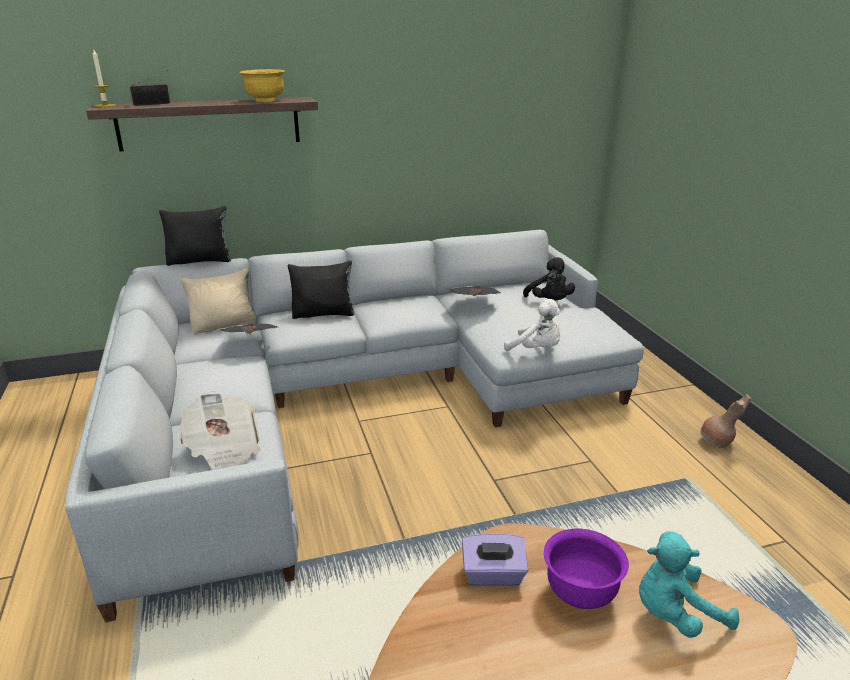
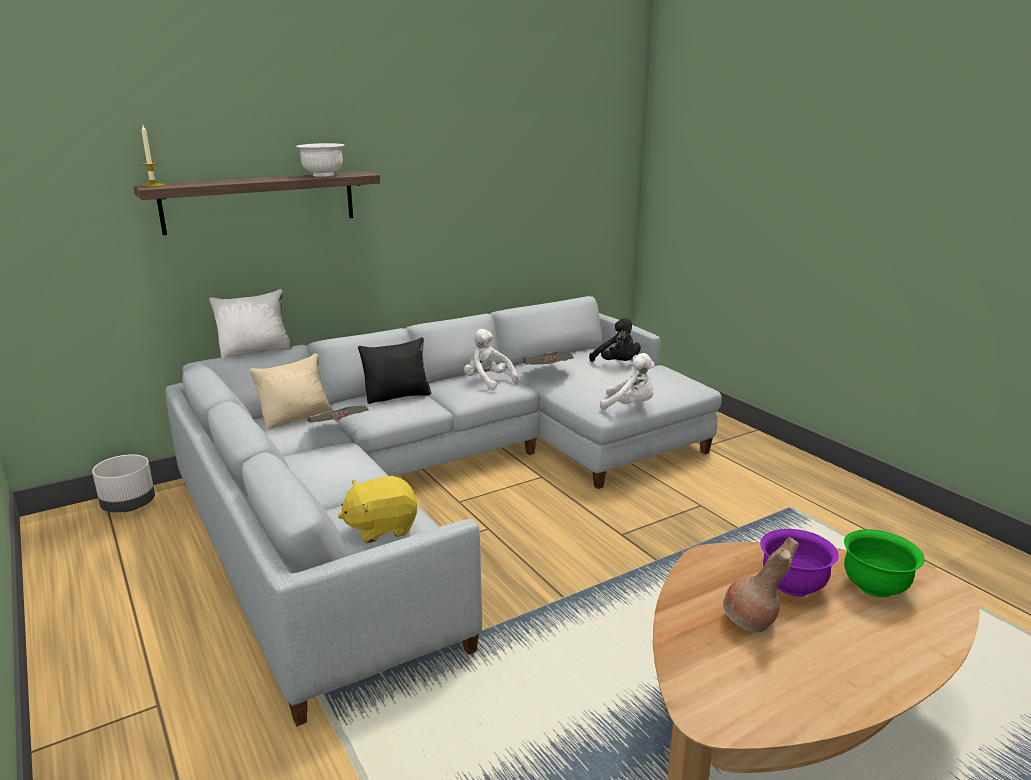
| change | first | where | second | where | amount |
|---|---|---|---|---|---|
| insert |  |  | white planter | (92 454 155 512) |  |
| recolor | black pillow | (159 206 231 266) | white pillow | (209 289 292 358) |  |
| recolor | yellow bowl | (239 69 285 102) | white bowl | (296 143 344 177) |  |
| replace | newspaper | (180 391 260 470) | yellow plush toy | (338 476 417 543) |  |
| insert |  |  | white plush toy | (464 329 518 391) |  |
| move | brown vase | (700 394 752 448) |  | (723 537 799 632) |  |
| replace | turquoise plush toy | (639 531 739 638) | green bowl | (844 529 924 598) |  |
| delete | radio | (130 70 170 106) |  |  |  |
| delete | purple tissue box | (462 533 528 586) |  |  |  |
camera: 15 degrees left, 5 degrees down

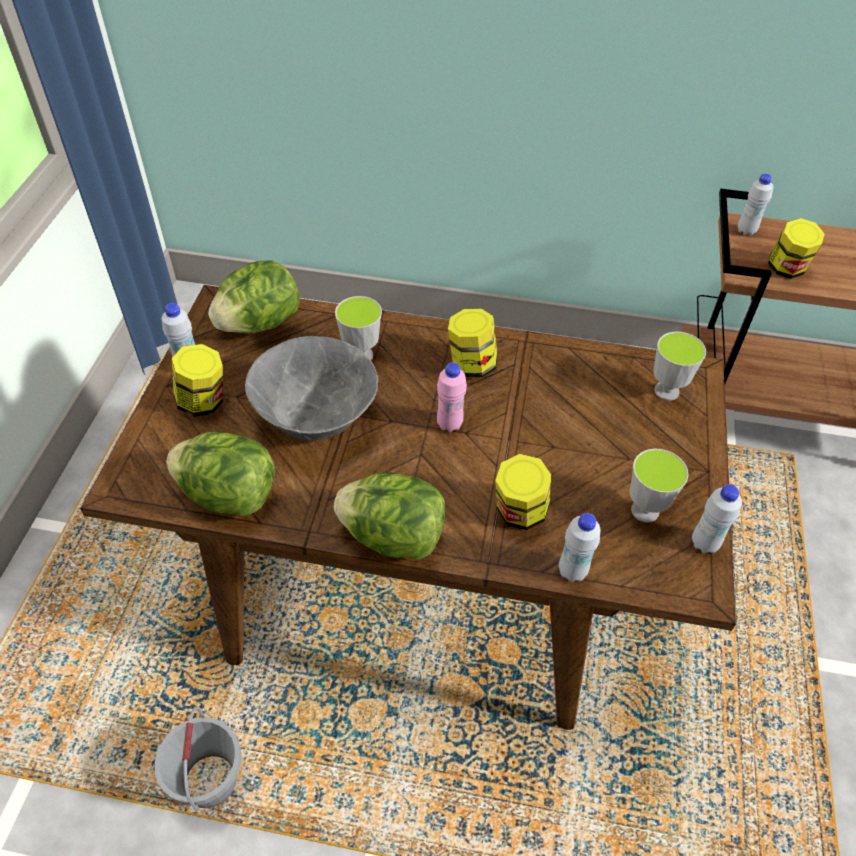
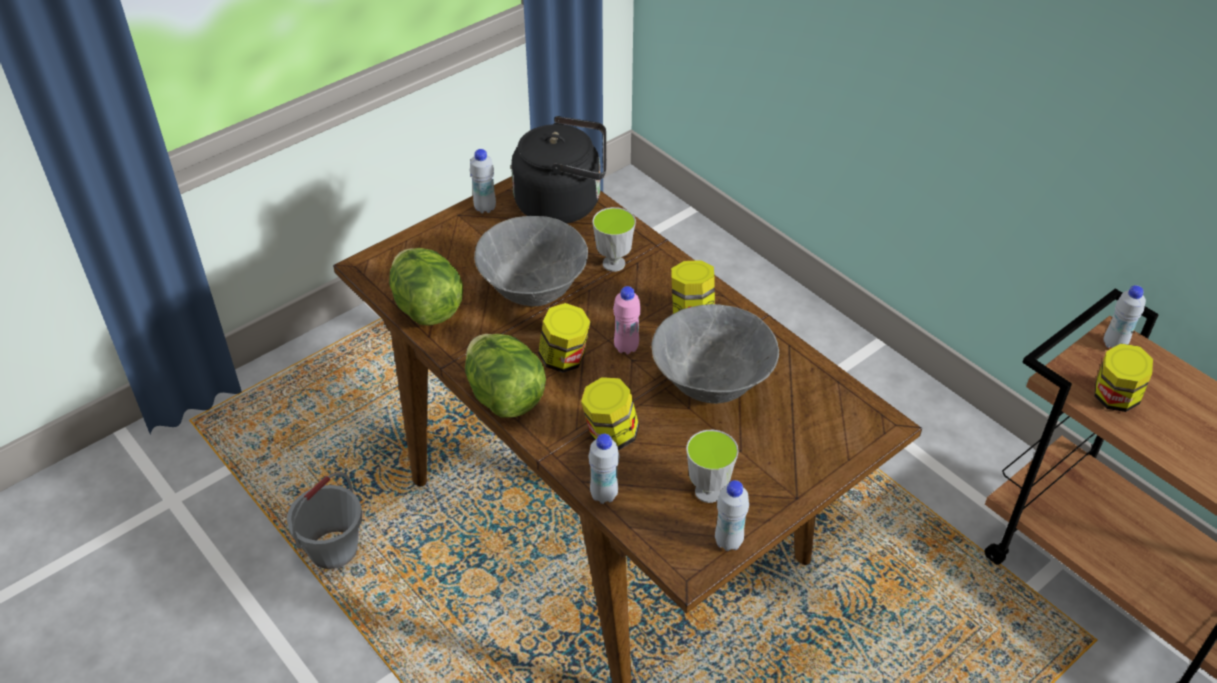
| change | first | where | second | where | amount |
|---|---|---|---|---|---|
| replace | lettuce | (208 260 300 333) | black kettle | (511 116 606 223) |  |
| move | jar | (172 344 223 417) |  | (538 303 590 373) |  |
| insert |  |  | grey bowl | (651 304 779 404) |  |
| delete | cup | (653 332 706 401) |  |  |  |
camera: 40 degrees right, 5 degrees down

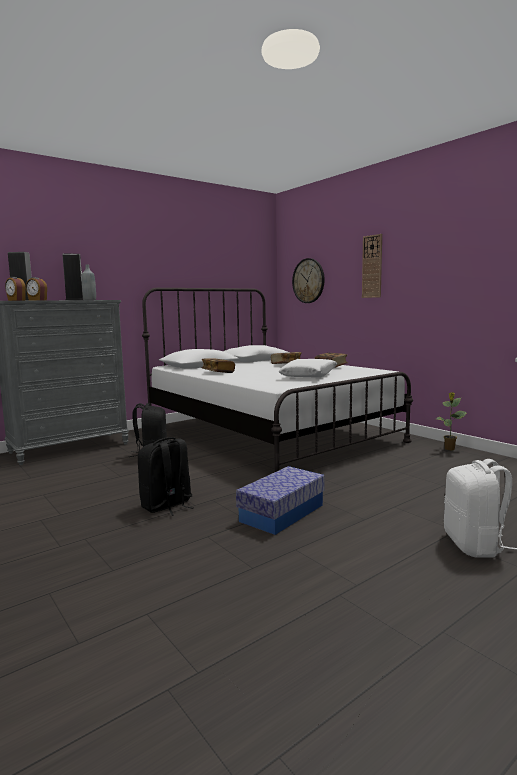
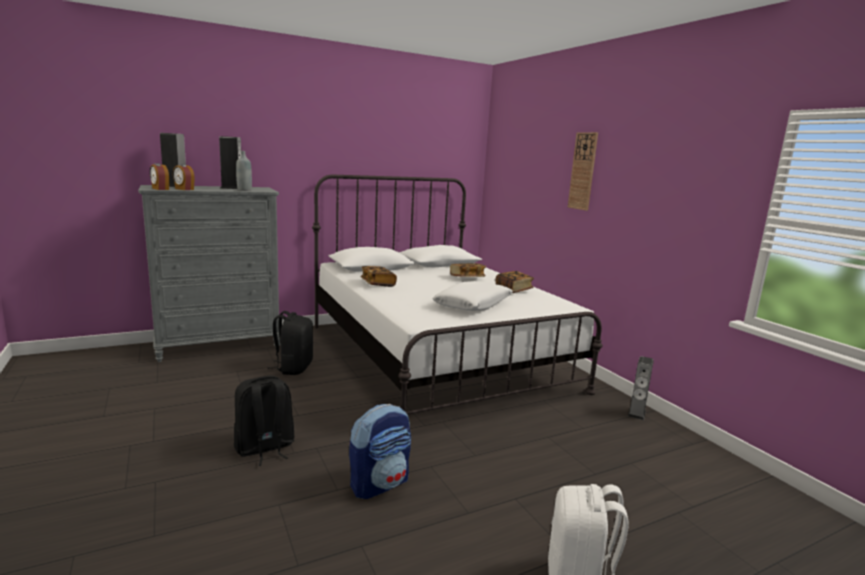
| change | first | where | second | where | amount |
|---|---|---|---|---|---|
| replace | storage box | (236 466 325 535) | backpack | (349 404 411 499) |  |
| replace | potted plant | (436 392 467 450) | speaker | (628 356 654 420) |  |
| delete | wall clock | (292 258 325 303) |  |  |  |
camera: 10 degrees right, 5 degrees up

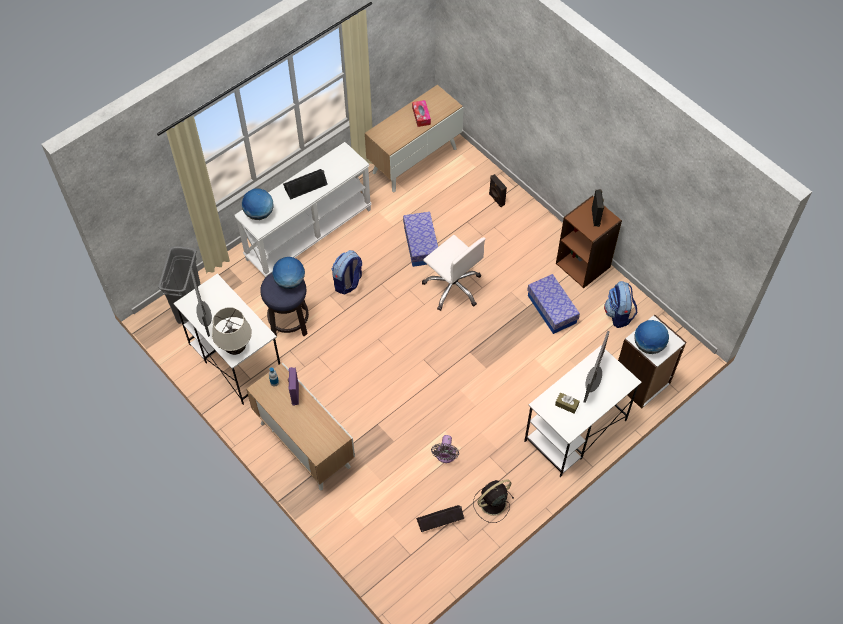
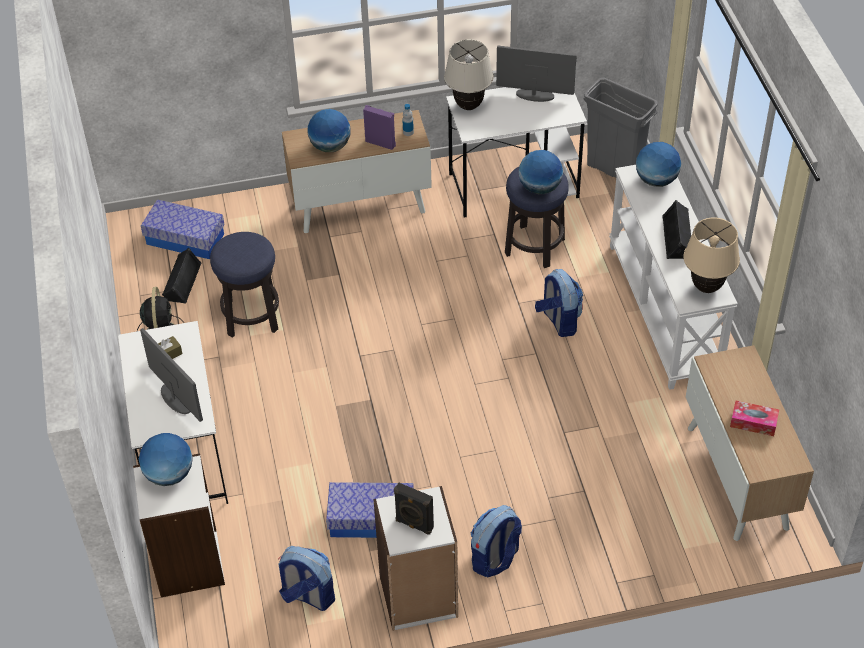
| change | first | where | second | where | amount |
|---|---|---|---|---|---|
| move | storage box | (403 212 438 267) |  | (141 200 225 259) |  |
| replace | grey fan | (431 435 459 463) | stool | (210 232 279 338) |  |
| insert |  |  | globe | (308 109 351 152) |  |
| recolor | brown bookcase | (556 196 622 288) | white bookcase | (373 486 458 631) |  |
| insert |  |  | backpack | (471 505 522 577) |  |
| insert |  |  | beige table lamp | (683 218 740 293) |  |
| delete | white office chair | (422 235 485 311) |  |  |  |
| delete | black speaker | (489 174 507 207) |  |  |  |
camera: 120 degrees right, 10 degrees down

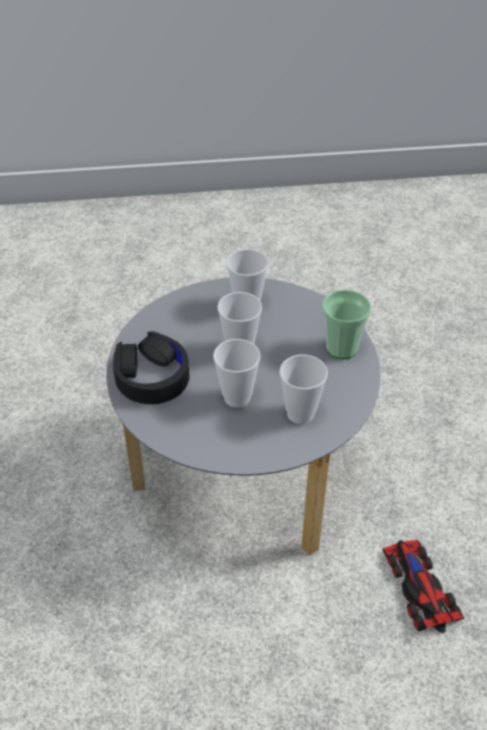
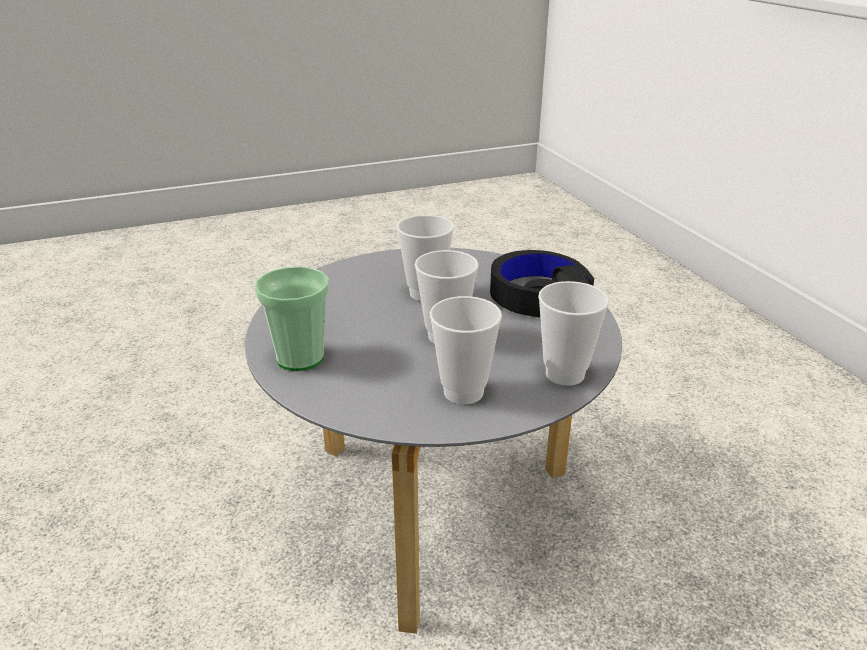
| change | first | where | second | where | amount |
|---|---|---|---|---|---|
| move | cup | (280 354 328 424) |  | (538 281 609 386) |  |
| delete | toy car | (383 540 464 633) |  |  |  |
camera: 165 degrees right, 15 degrees down

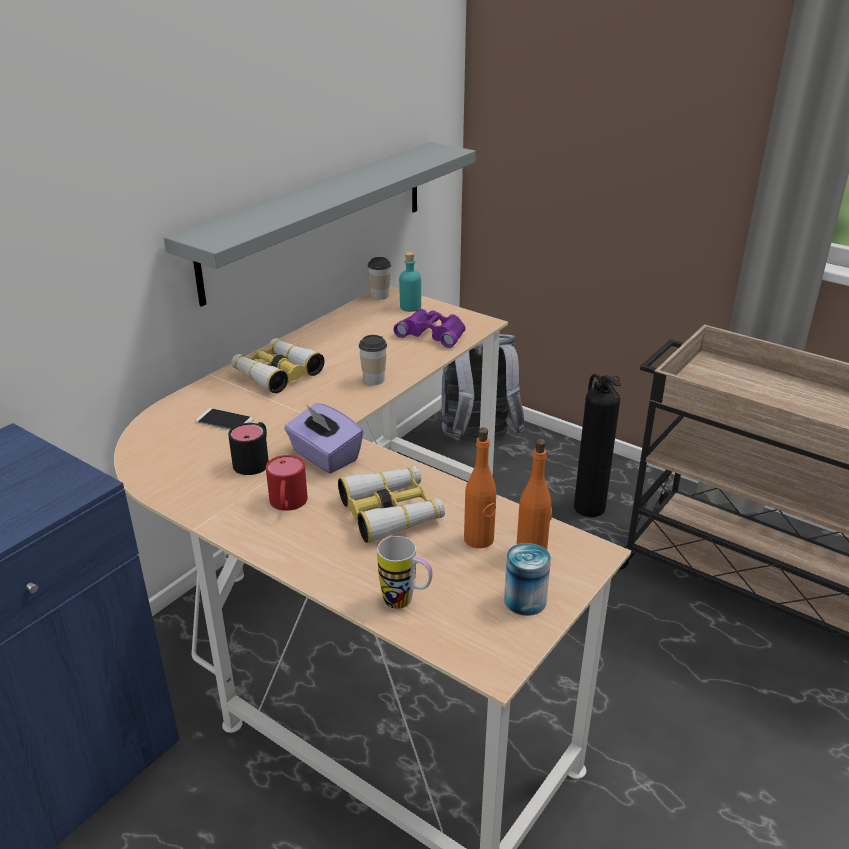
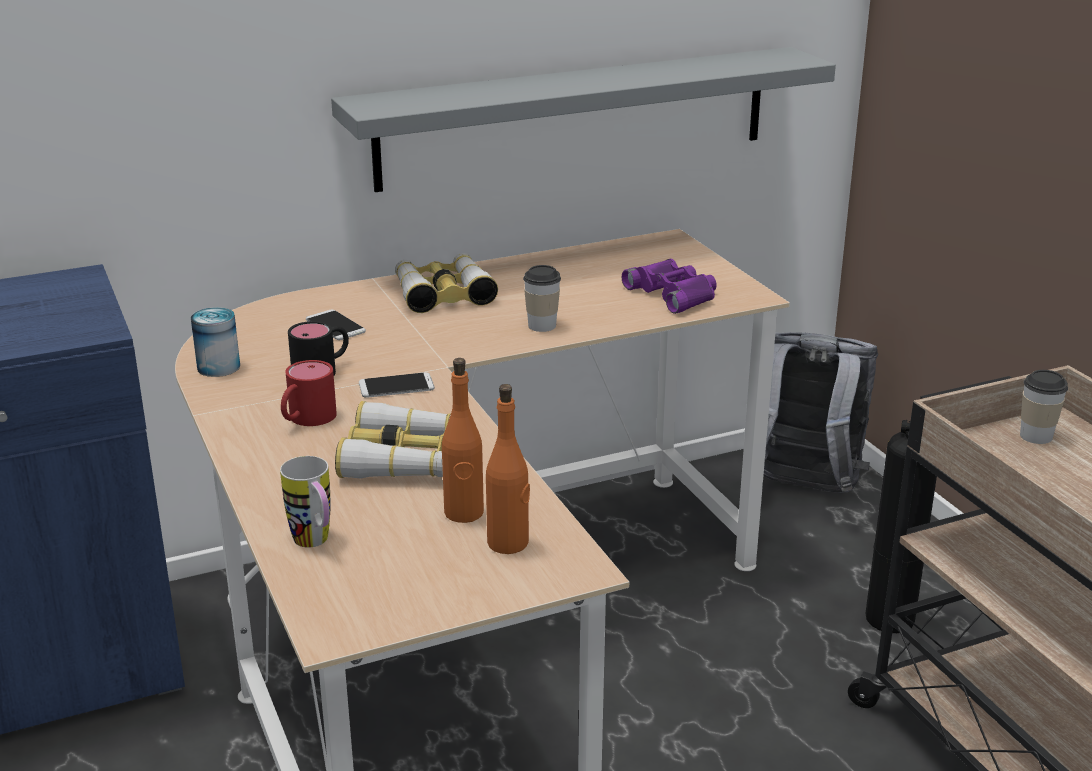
| change | first | where | second | where | amount |
|---|---|---|---|---|---|
| move | can | (504 543 551 616) |  | (191 307 240 377) |  |
| replace | purple tissue box | (284 403 364 474) | phone | (359 372 435 398) |  |
| move | cup | (367 257 391 300) |  | (1020 370 1068 444) |  |
| delete | turquoise bottle | (399 252 421 312) |  |  |  |
camera: 30 degrees right, 5 degrees down

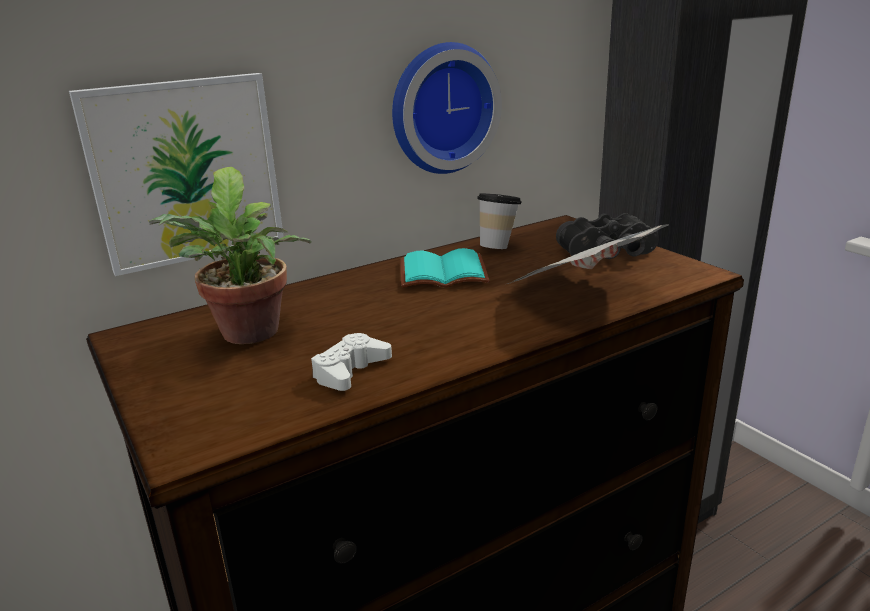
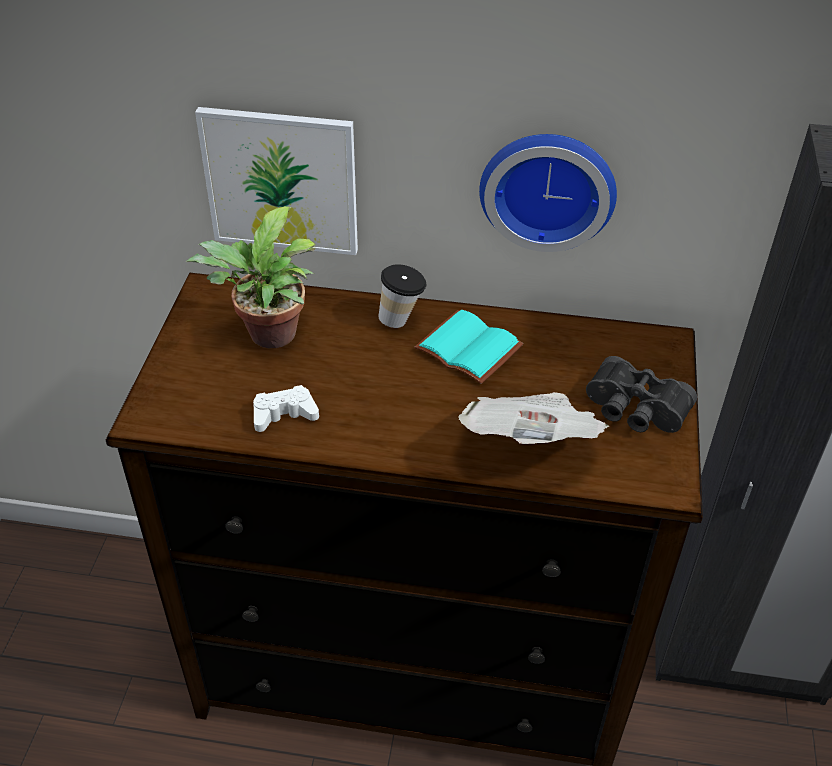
| change | first | where | second | where | amount |
|---|---|---|---|---|---|
| move | cup | (477 193 522 249) |  | (378 264 426 328) |  |
camera: 40 degrees right, 20 degrees up

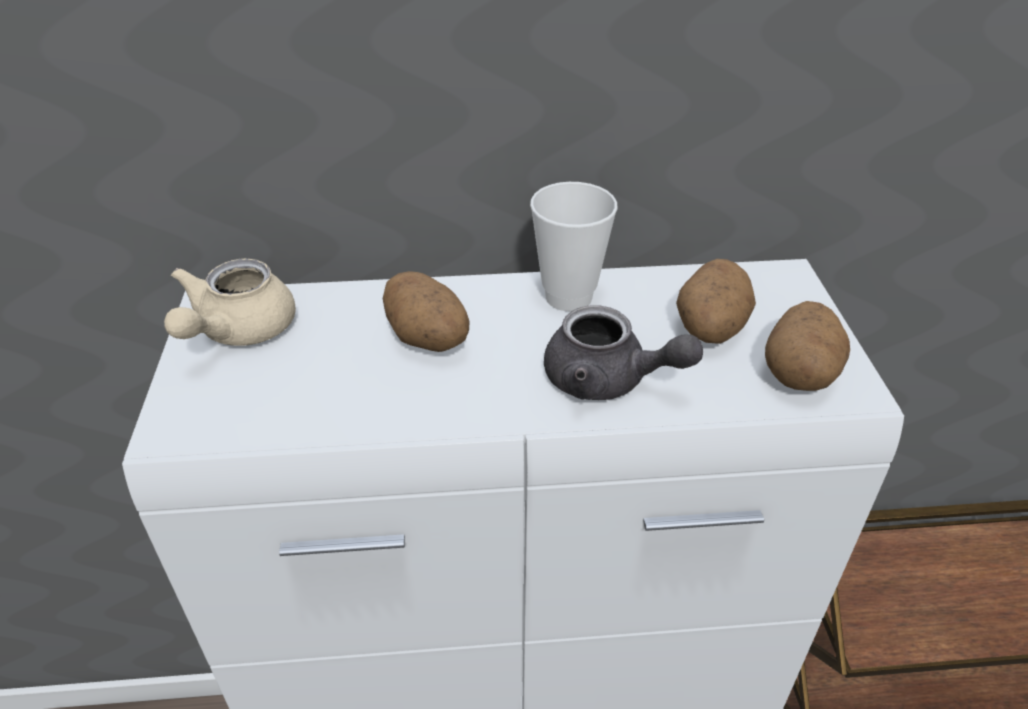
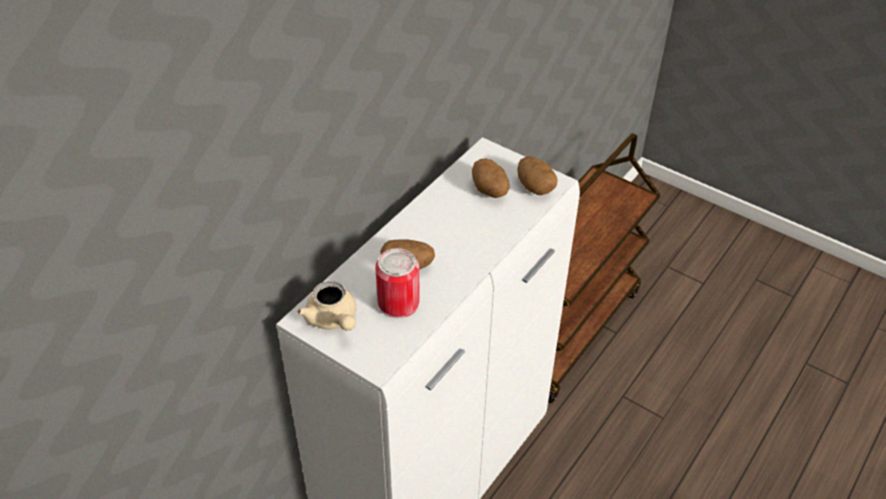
| change | first | where | second | where | amount |
|---|---|---|---|---|---|
| insert |  |  | can | (375 248 420 318) |  |
| delete | cup | (530 182 618 312) |  |  |  |
| delete | grey teapot | (544 305 703 400) |  |  |  |
camera: 50 degrees left, 5 degrees up

